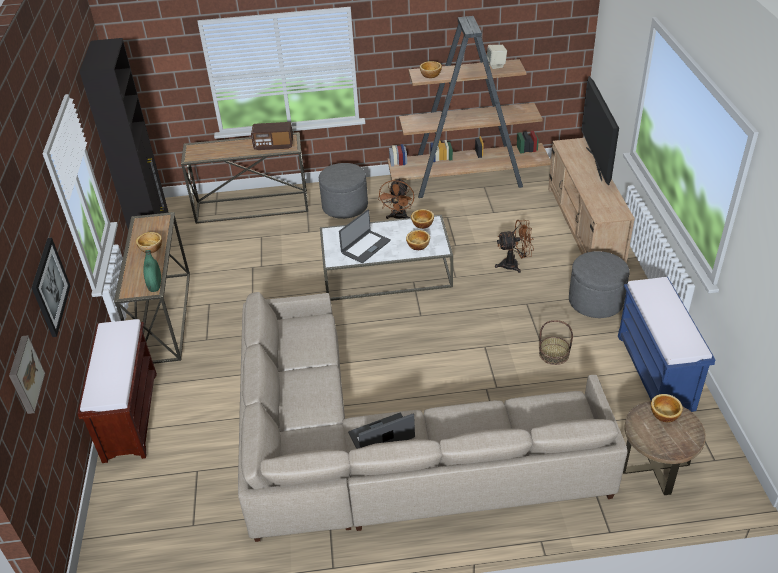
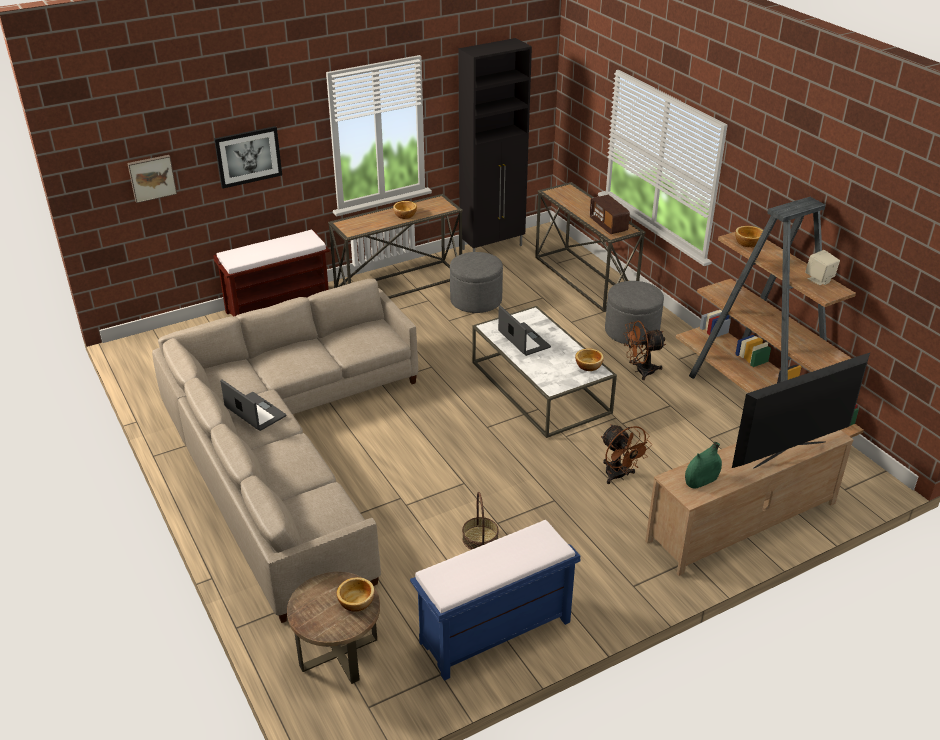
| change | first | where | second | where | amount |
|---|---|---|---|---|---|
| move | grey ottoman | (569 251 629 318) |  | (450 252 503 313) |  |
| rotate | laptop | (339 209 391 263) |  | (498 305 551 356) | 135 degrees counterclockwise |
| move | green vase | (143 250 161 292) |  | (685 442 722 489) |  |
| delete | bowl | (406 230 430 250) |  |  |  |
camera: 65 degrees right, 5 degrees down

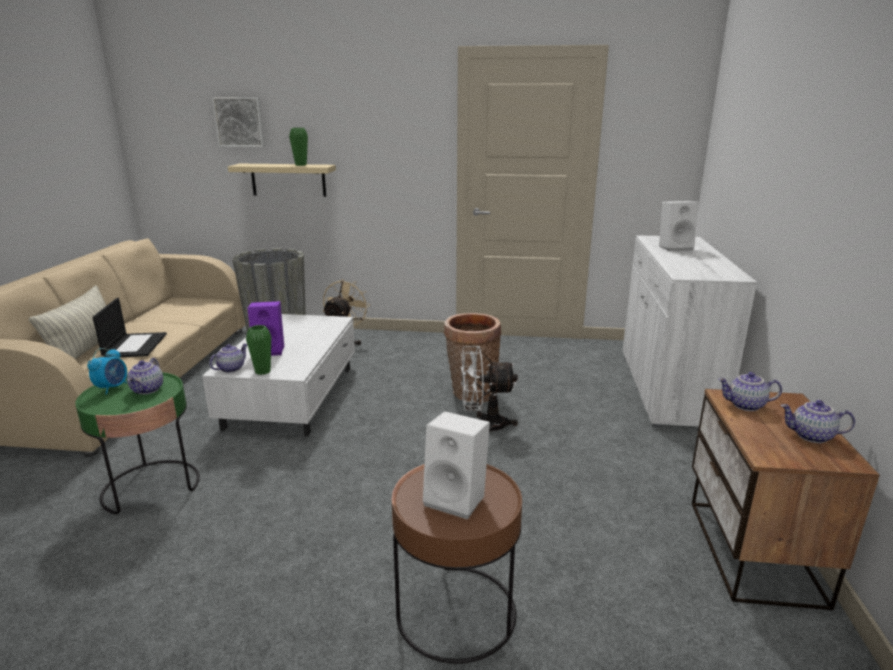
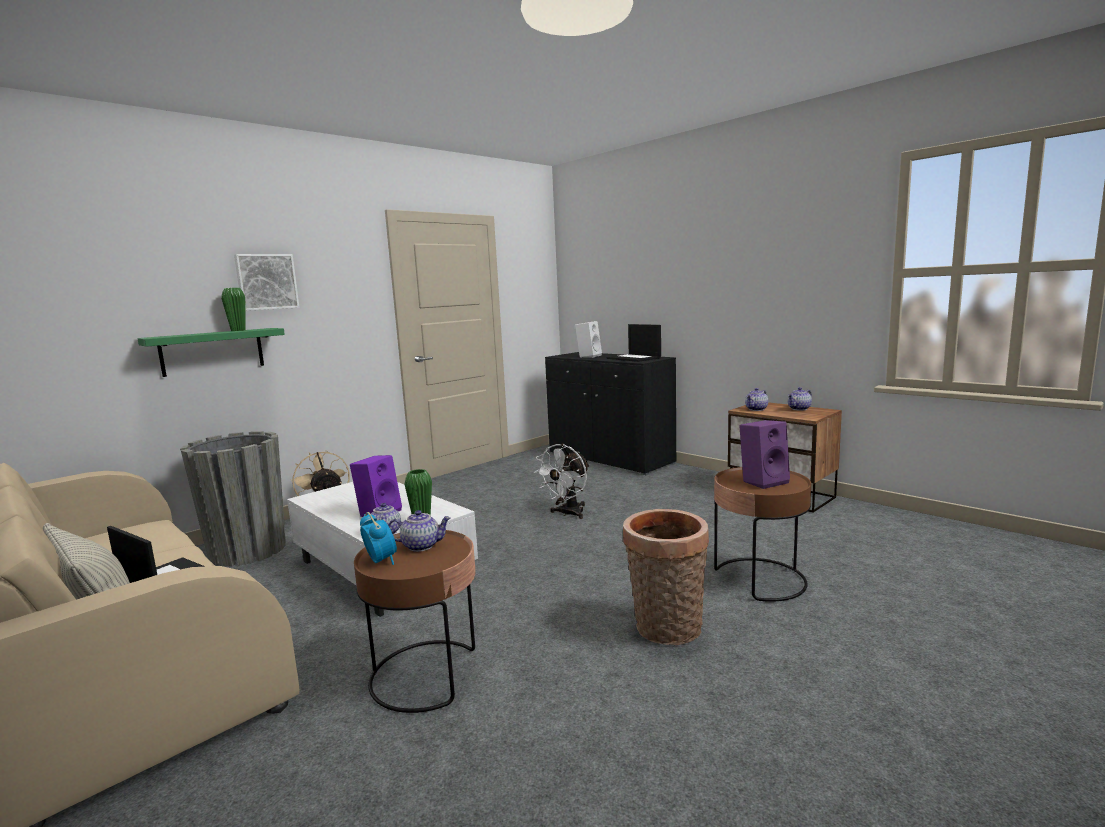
| change | first | where | second | where | amount |
|---|---|---|---|---|---|
| recolor | beige shelf | (228 164 336 197) | green shelf | (138 328 285 377) |  |
| move | picture | (212 97 265 147) |  | (234 254 300 311) |  |
| recolor | green side table | (75 372 200 514) | brown side table | (354 530 476 713) |  |
| rotate | teapot | (127 358 163 394) |  | (388 510 451 552) | 45 degrees counterclockwise |
| recolor | white cabinet | (622 235 757 427) | black cabinet | (545 352 677 475) |  |
| insert |  |  | laptop | (607 324 661 362) |  |
| move | basket | (444 313 501 403) |  | (623 509 709 645) |  |
| recolor | white speaker | (423 411 490 519) | purple speaker | (739 420 790 489) |  |
camera: 50 degrees left, 10 degrees down

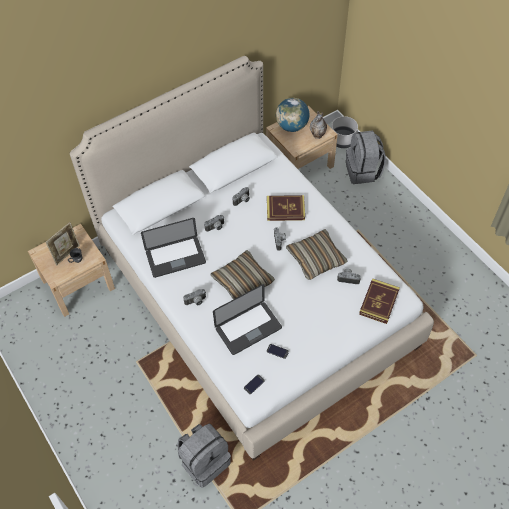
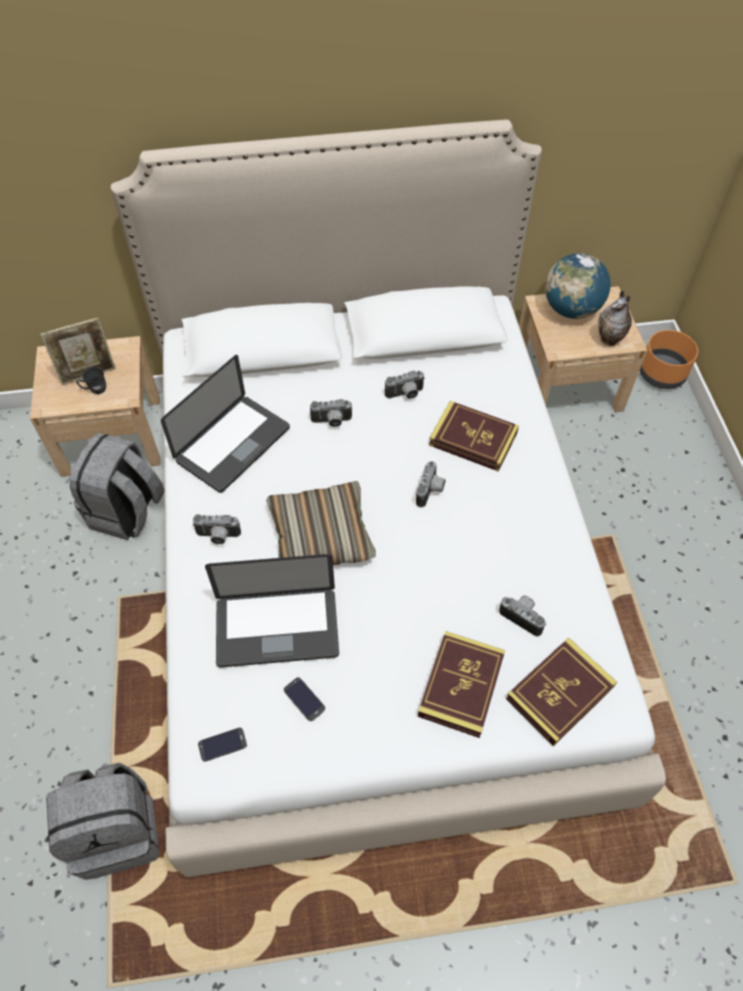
| change | first | where | second | where | amount |
|---|---|---|---|---|---|
| move | grey backpack | (346 130 386 184) |  | (70 433 164 540) |  |
| rotate | laptop | (141 218 206 278) |  | (161 355 290 493) | 60 degrees counterclockwise |
| insert |  |  | book | (418 631 505 738) |  |
| recolor | grey planter | (331 116 358 148) | orange planter | (640 330 698 389) |  |
| delete | pillow | (286 229 348 280) |  |  |  |
camera: 25 degrees right, 0 degrees up

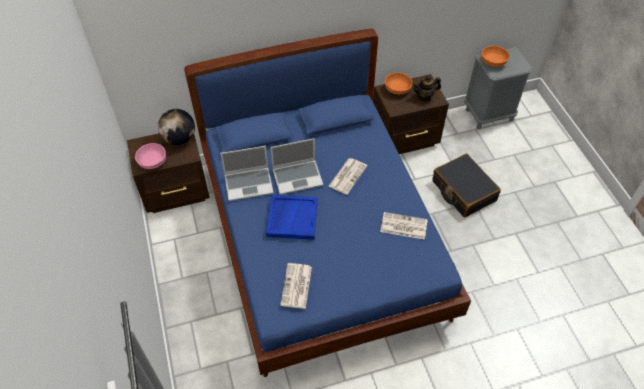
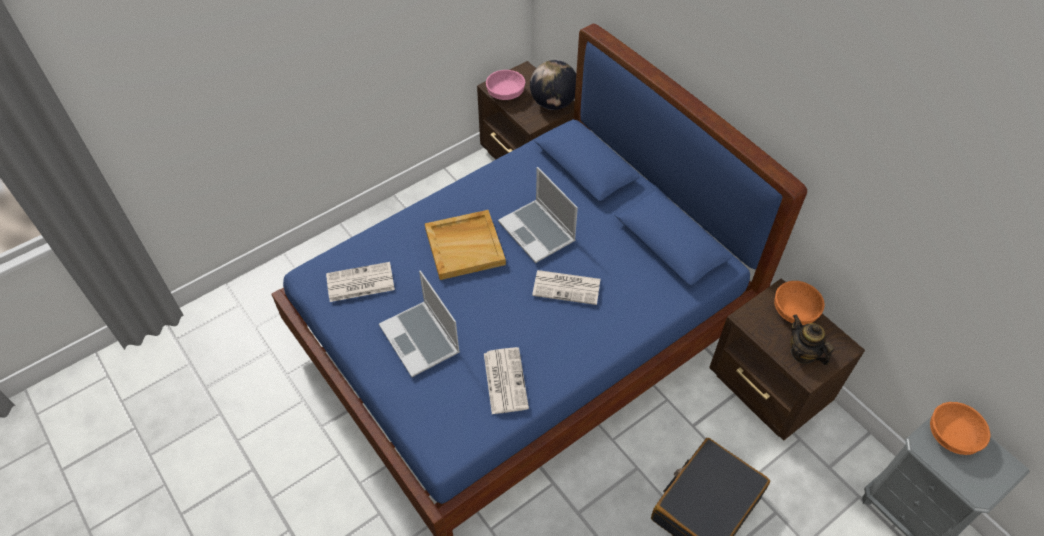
| change | first | where | second | where | amount |
|---|---|---|---|---|---|
| move | laptop | (220 146 273 201) |  | (379 271 460 377) |  |
| recolor | blue tray | (266 195 318 240) | beige tray | (425 210 506 280) |  |
camera: 70 degrees right, 0 degrees up

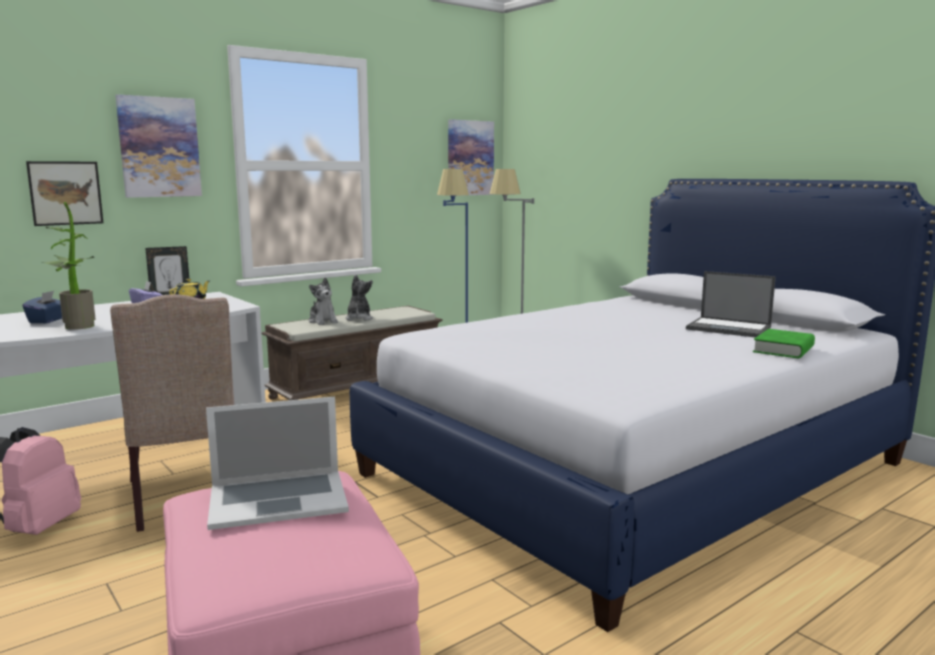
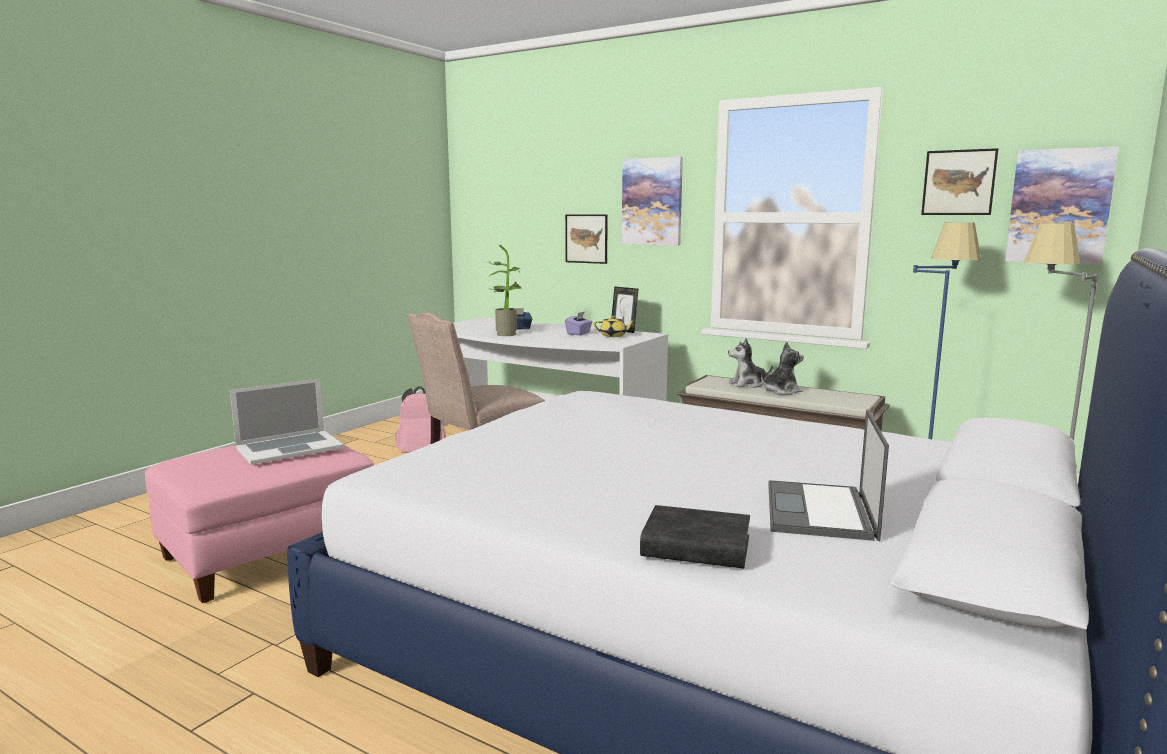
| change | first | where | second | where | amount |
|---|---|---|---|---|---|
| rotate | laptop | (206 397 349 530) |  | (230 379 344 465) | 90 degrees counterclockwise |
| recolor | green book | (753 329 815 358) | black book | (640 505 750 568) |  |
| rotate | plush toy | (309 277 338 325) |  | (728 338 773 388) | 45 degrees clockwise |
| insert |  |  | picture | (921 148 998 215) |  |
camera: 70 degrees right, 0 degrees up

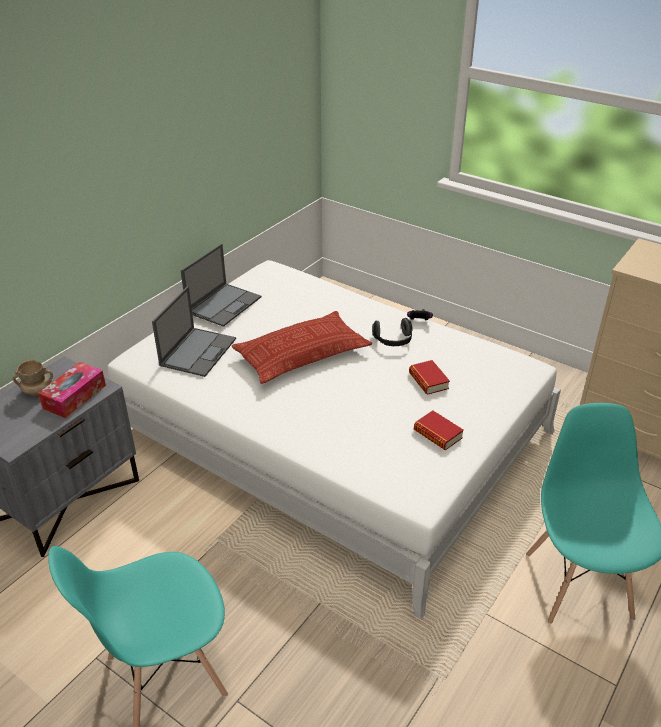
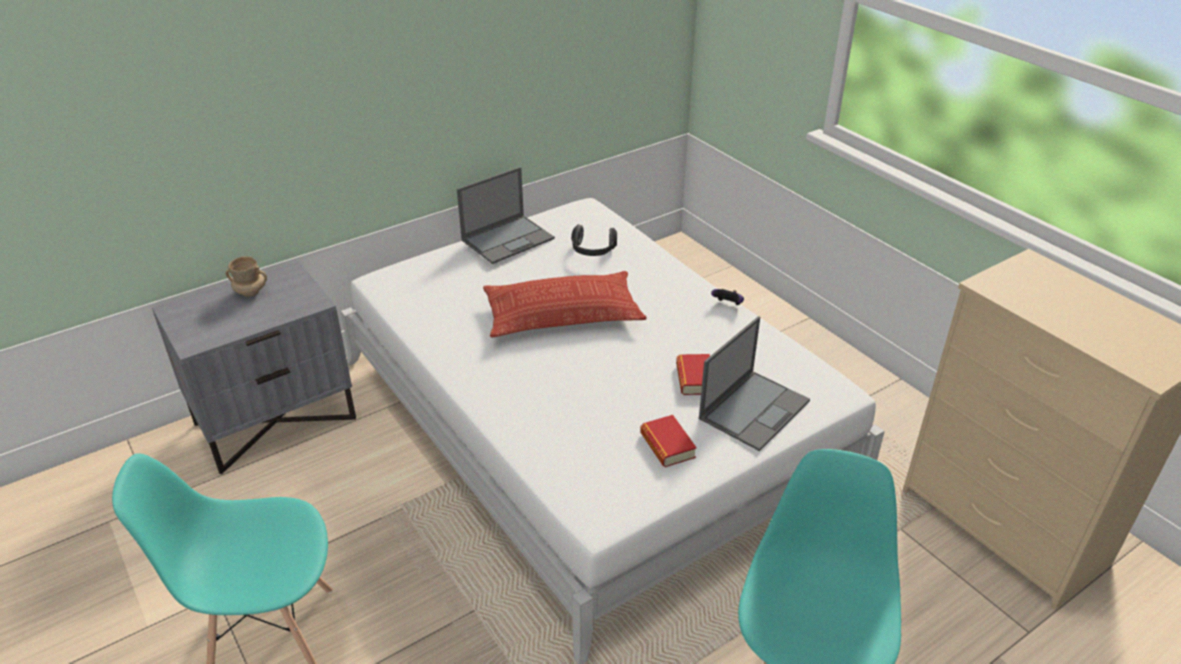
| change | first | where | second | where | amount |
|---|---|---|---|---|---|
| move | headphones | (372 318 413 346) |  | (571 224 617 256) |  |
| move | laptop | (152 286 236 377) |  | (699 316 810 451) |  |
| delete | tissue box | (38 362 106 418) |  |  |  |
camera: 20 degrees right, 0 degrees up

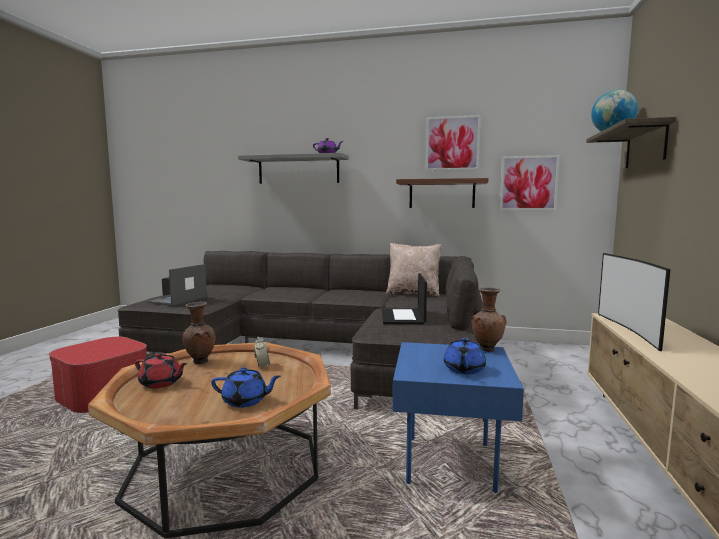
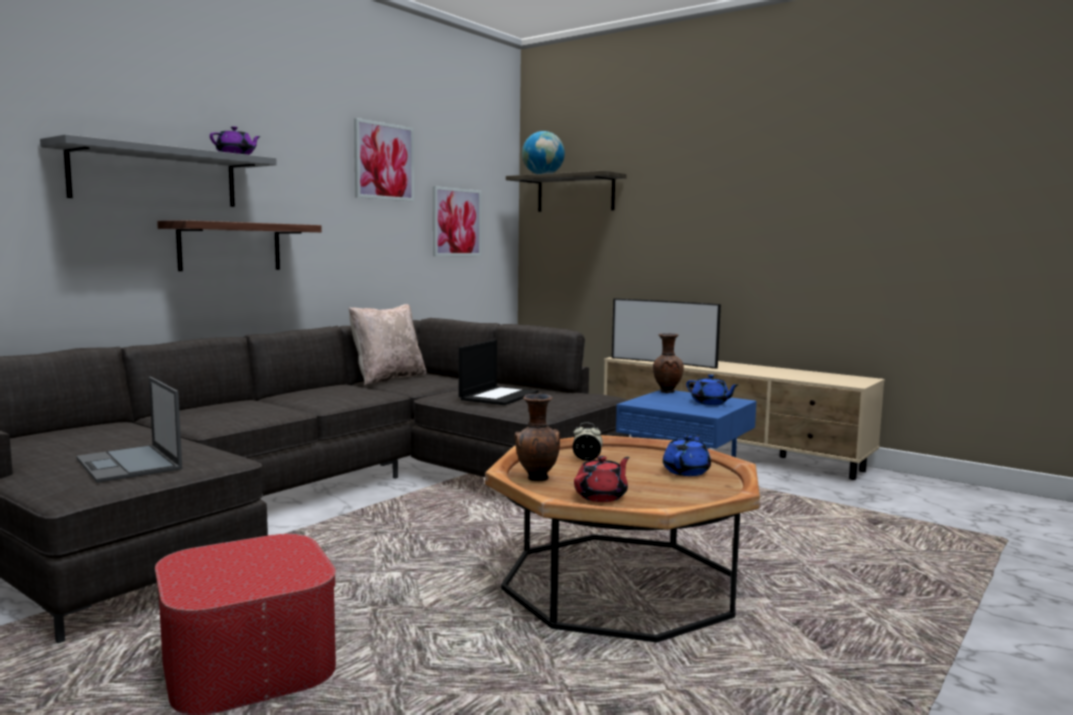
| change | first | where | second | where | amount |
|---|---|---|---|---|---|
| move | shelf | (396 178 488 208) |  | (157 220 322 271) |  |
| rotate | laptop | (382 273 427 324) |  | (459 340 539 405) | 90 degrees counterclockwise |
camera: 65 degrees left, 0 degrees up

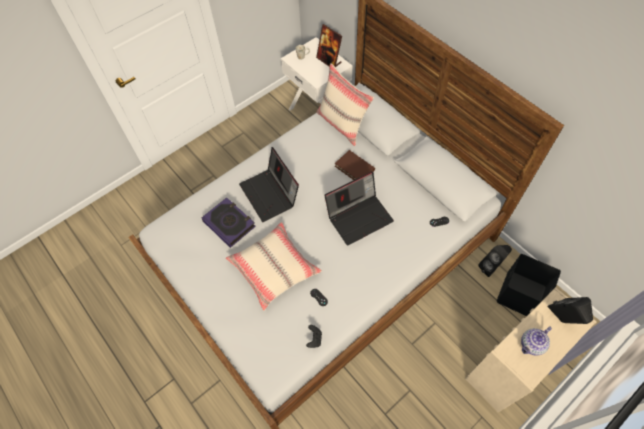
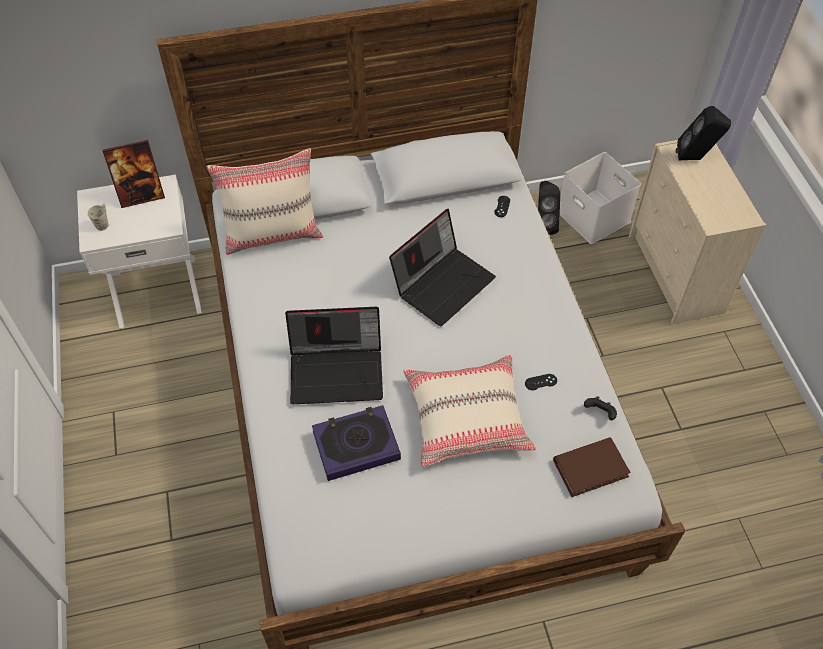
| change | first | where | second | where | amount |
|---|---|---|---|---|---|
| rotate | laptop | (325 171 394 246) |  | (389 209 496 326) | 45 degrees clockwise |
| move | brown book | (335 150 375 180) |  | (553 437 631 497) |  |
| recolor | black storage box | (497 254 561 316) | white storage box | (560 152 641 244) |  |
| delete | teapot | (521 326 552 355) |  |  |  |
camera: 65 degrees left, 5 degrees down

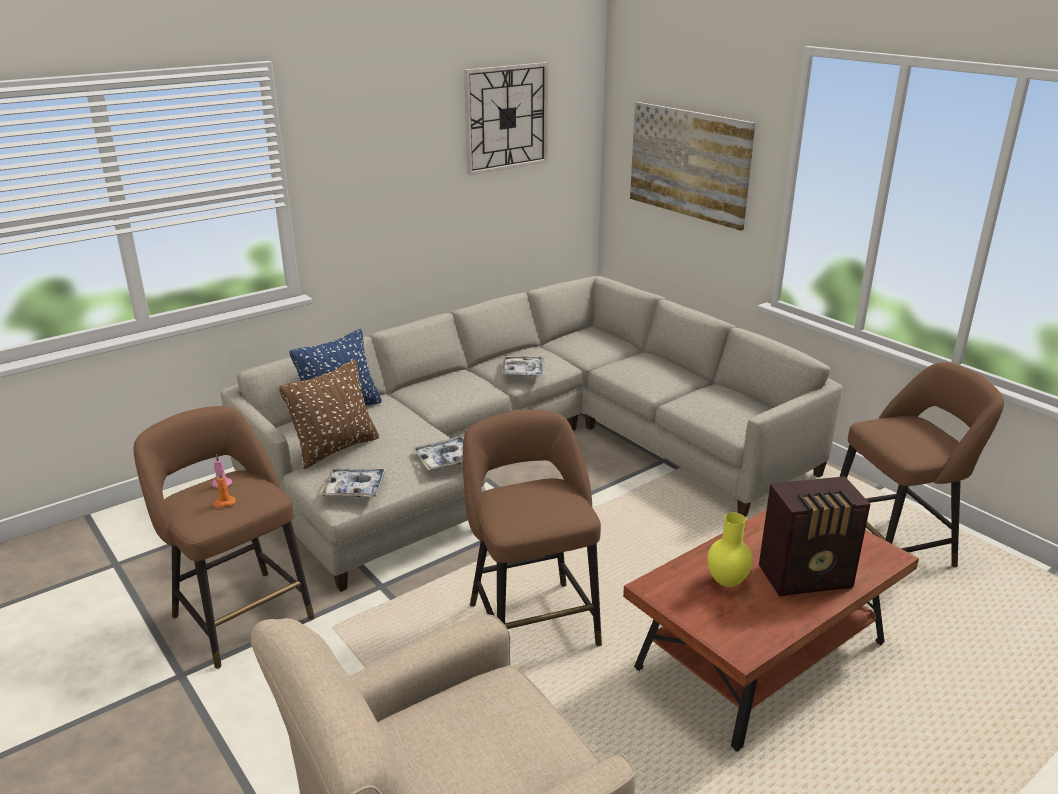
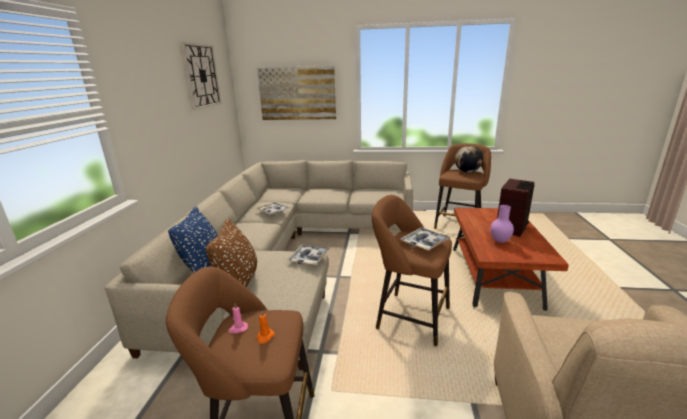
| change | first | where | second | where | amount |
|---|---|---|---|---|---|
| move | tray | (319 468 387 497) |  | (400 228 450 251) |  |
| insert |  |  | globe | (455 145 483 172) |  |
| recolor | yellow vase | (707 512 753 587) | purple vase | (490 205 514 243) |  |
camera: 45 degrees left, 5 degrees down

